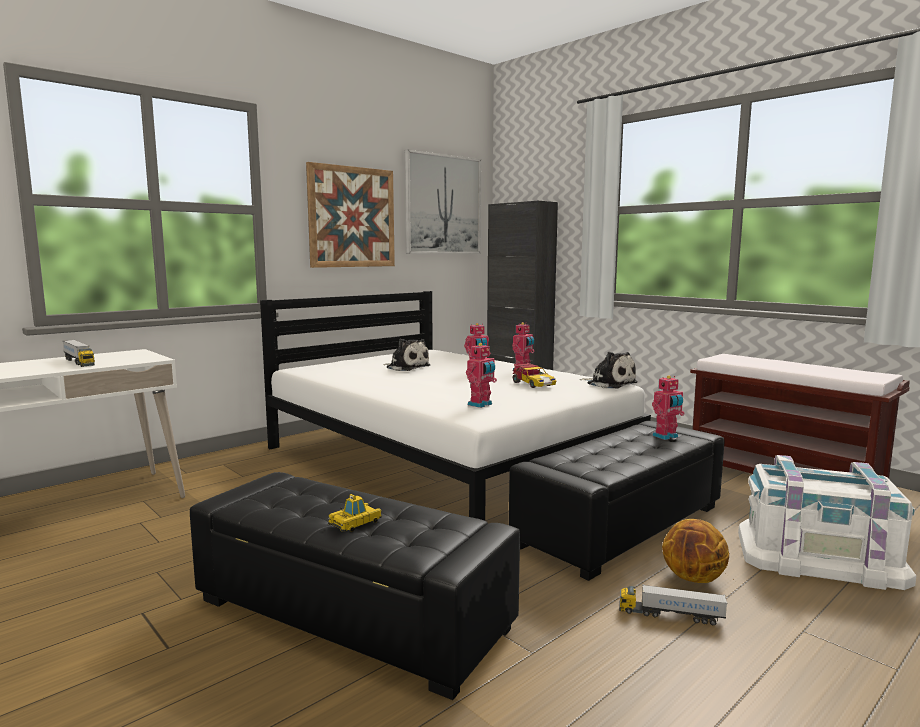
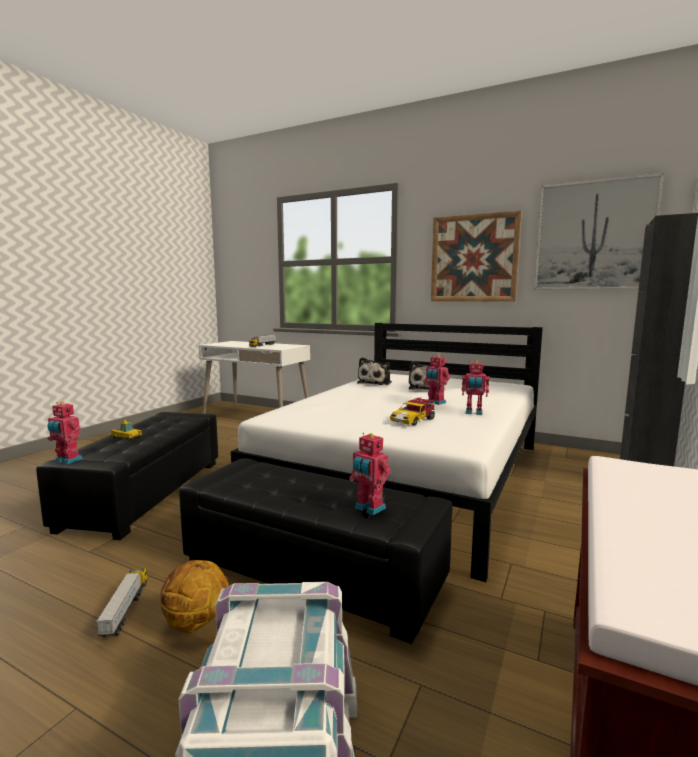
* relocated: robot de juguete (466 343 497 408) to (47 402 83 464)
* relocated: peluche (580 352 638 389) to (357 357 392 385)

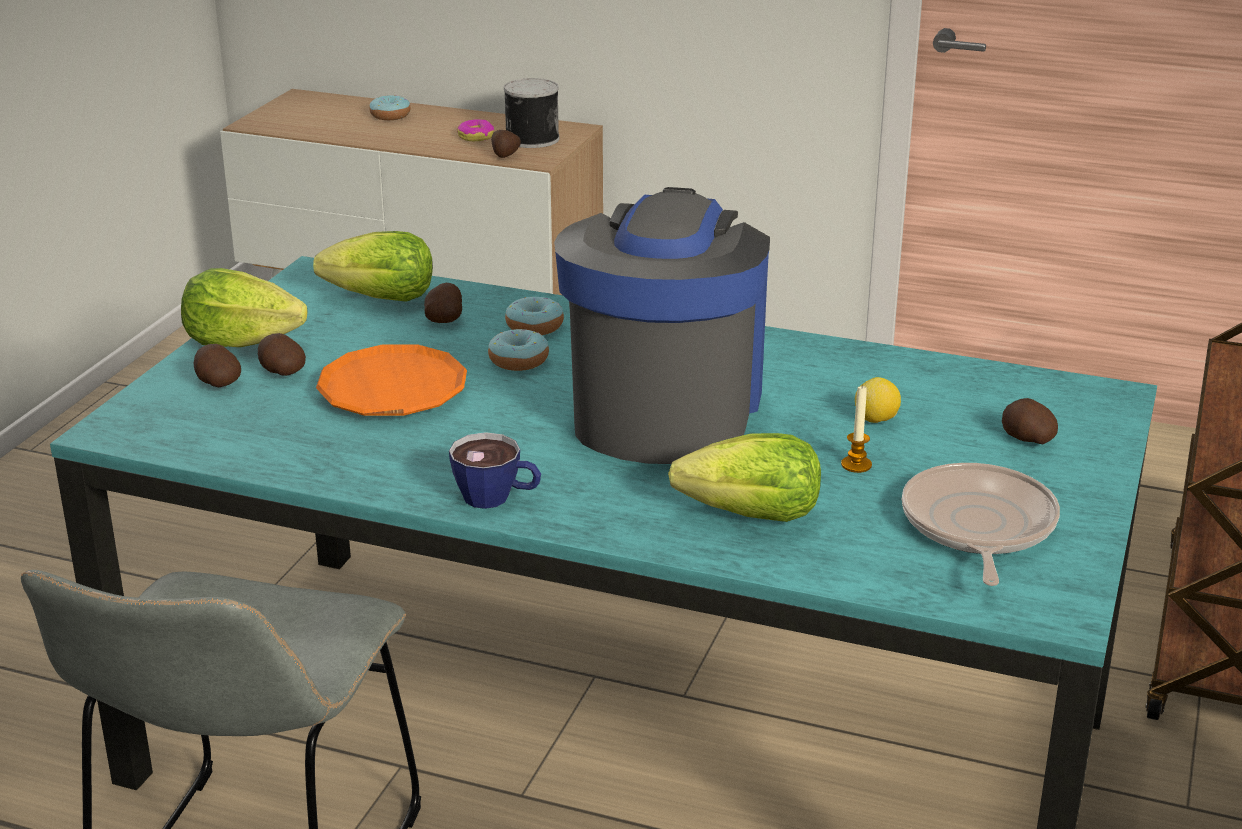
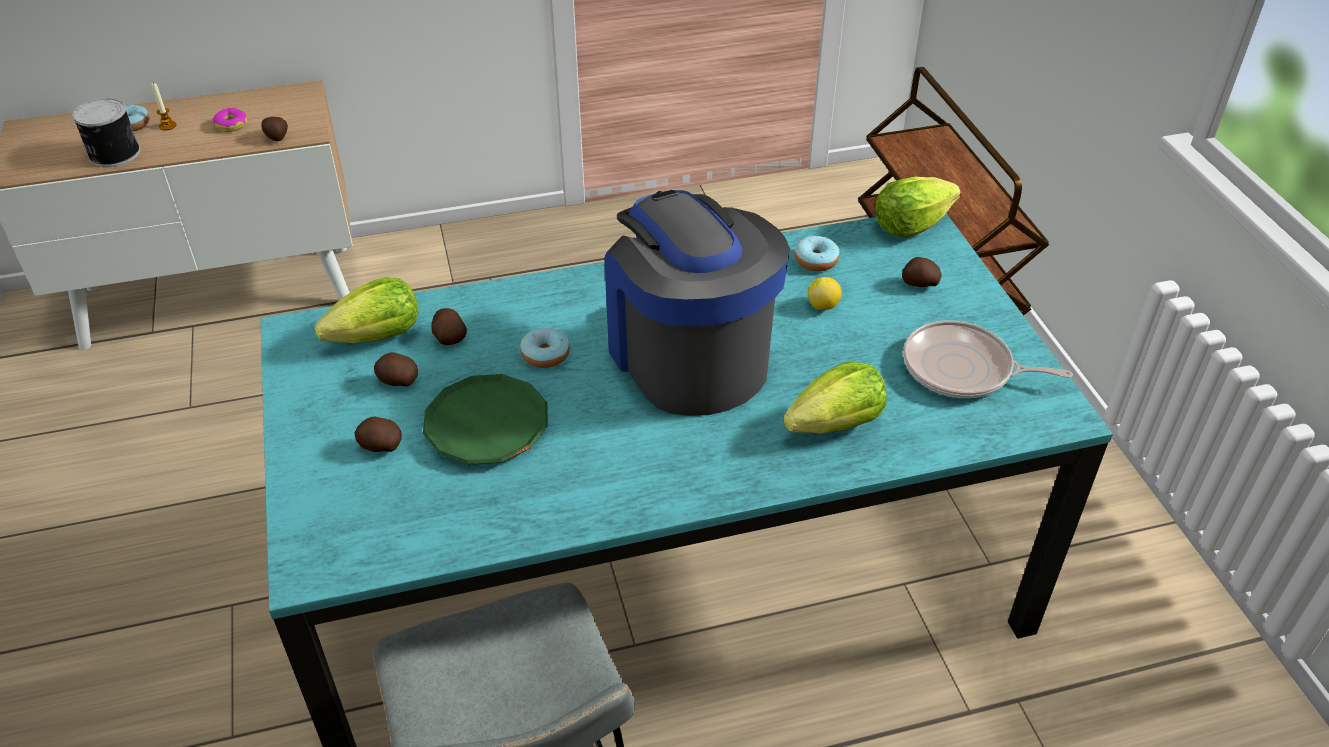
* relocated: lata (504 78 559 148) to (72 98 140 167)
* relocated: vela (841 384 872 473) to (151 82 176 130)
* relocated: patata (193 344 241 387) to (374 352 418 387)
* colour: plato (naranja) (316 345 467 416) to plato (verde) (423 374 548 465)
* relocated: rosquilla (505 297 564 335) to (794 236 840 271)
* relocated: lechuga (181 268 307 347) to (875 177 961 238)
* spun: sartén (902 463 1060 586) = (903 321 1073 398) 45 degrees counterclockwise
* missing: taza (449 432 541 509)

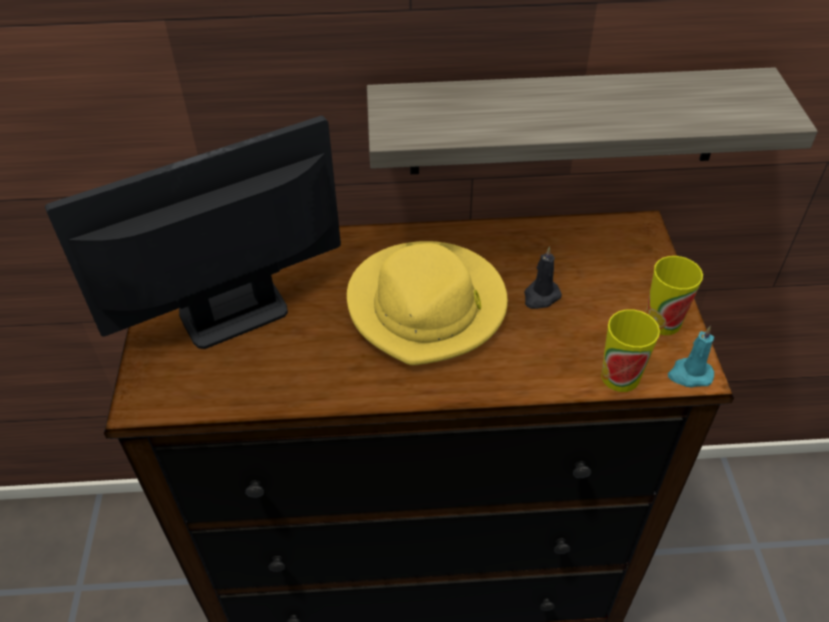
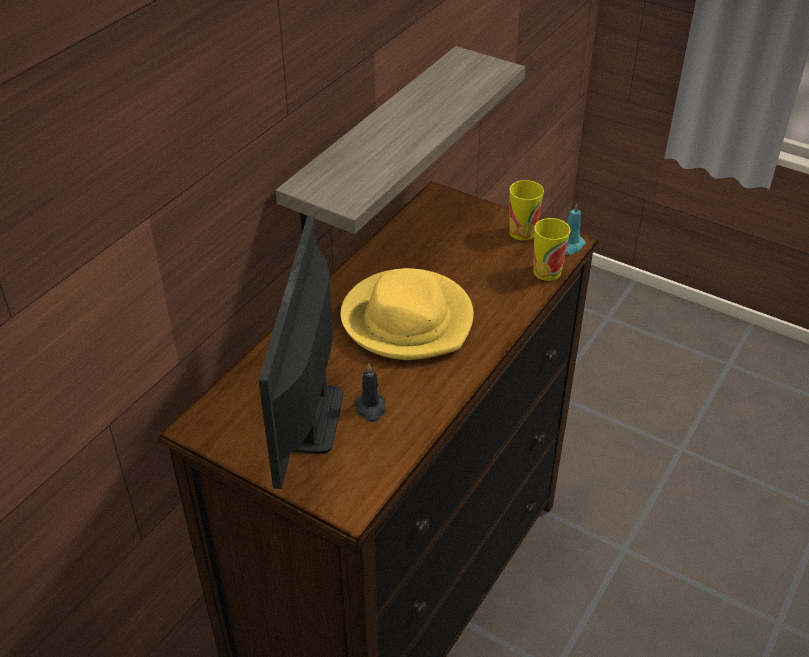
* relocated: vela (negro) (524 247 562 309) to (354 363 386 422)

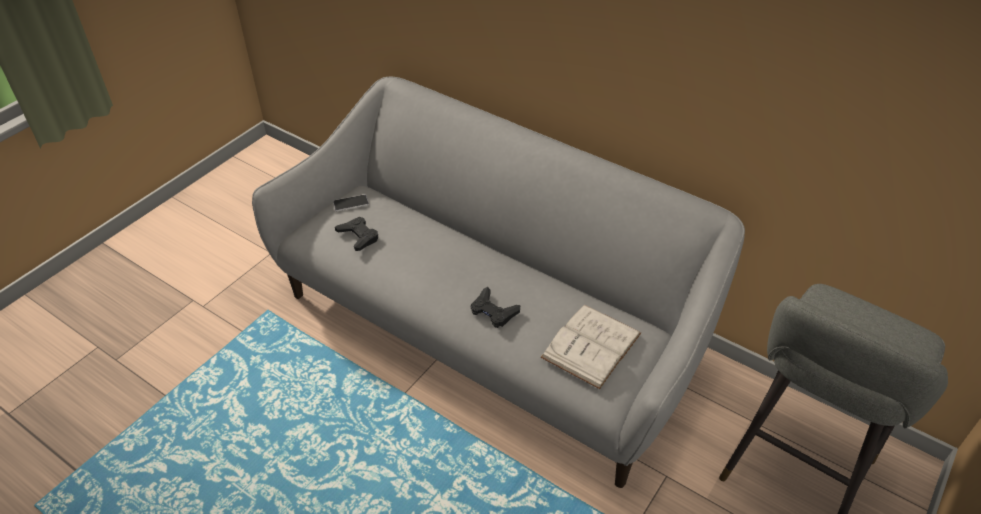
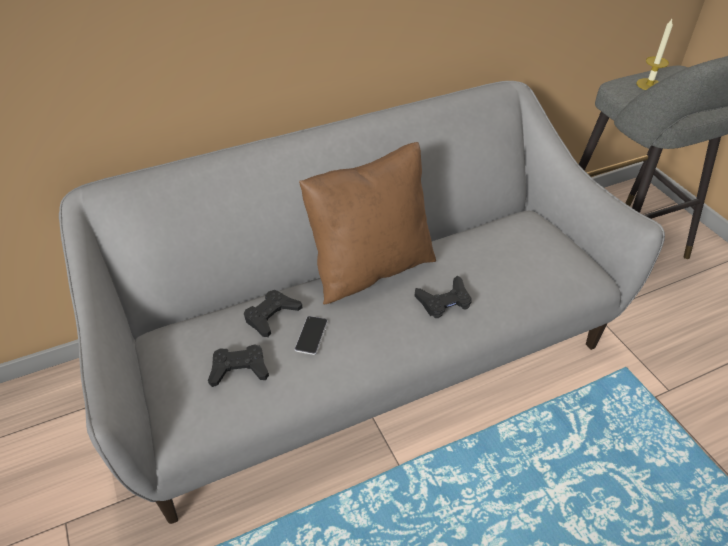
* appeared: mando de consola (negro) (244 290 302 337)
* relocated: móvil (333 195 369 211) to (295 316 328 355)
* appeared: cojín (marrón) (299 142 436 304)
* appeared: vela (637 19 673 90)
* missing: libro (blanco) (540 304 641 389)

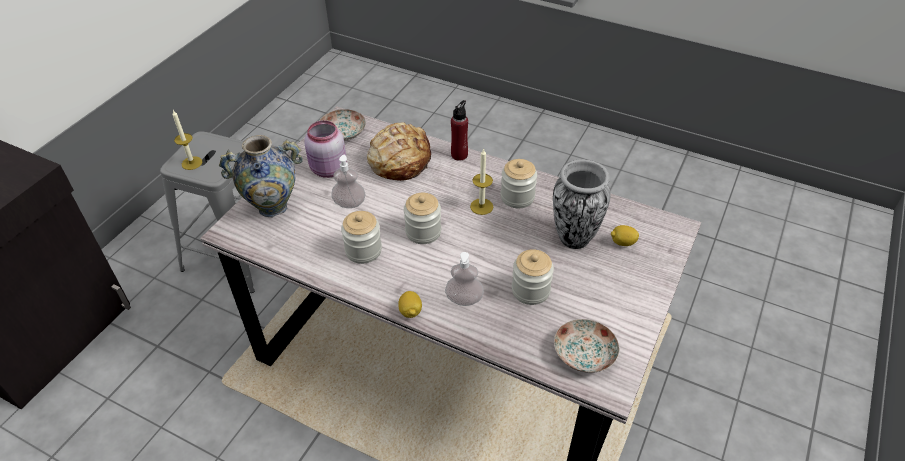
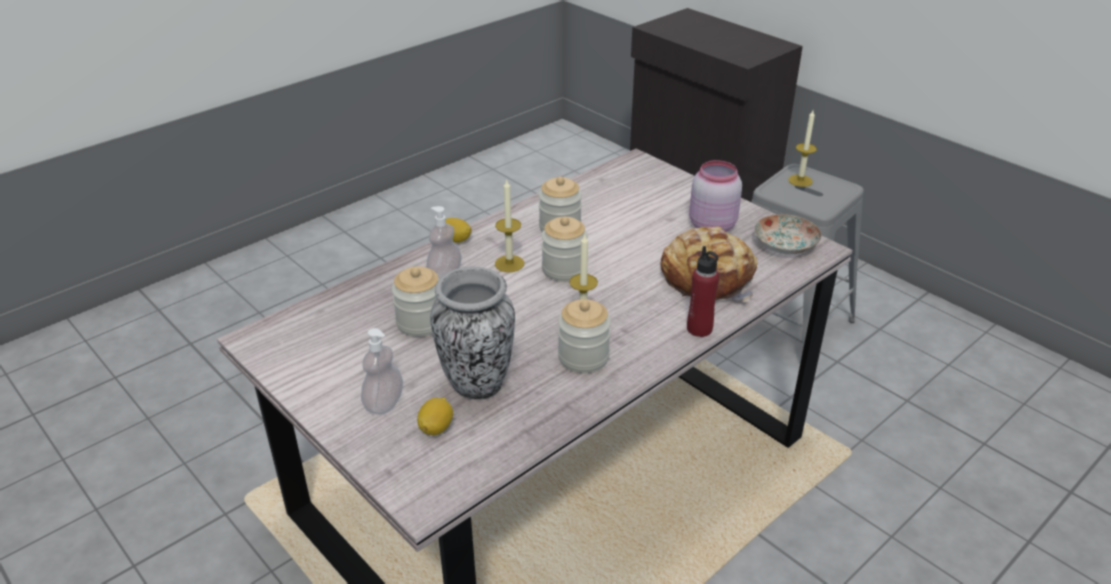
* relocated: dispensador de jabón (331 155 365 208) to (361 328 403 415)
* appeared: vela (495 180 524 272)
* missing: florero (219 135 303 217)
* missing: plato (554 319 620 373)

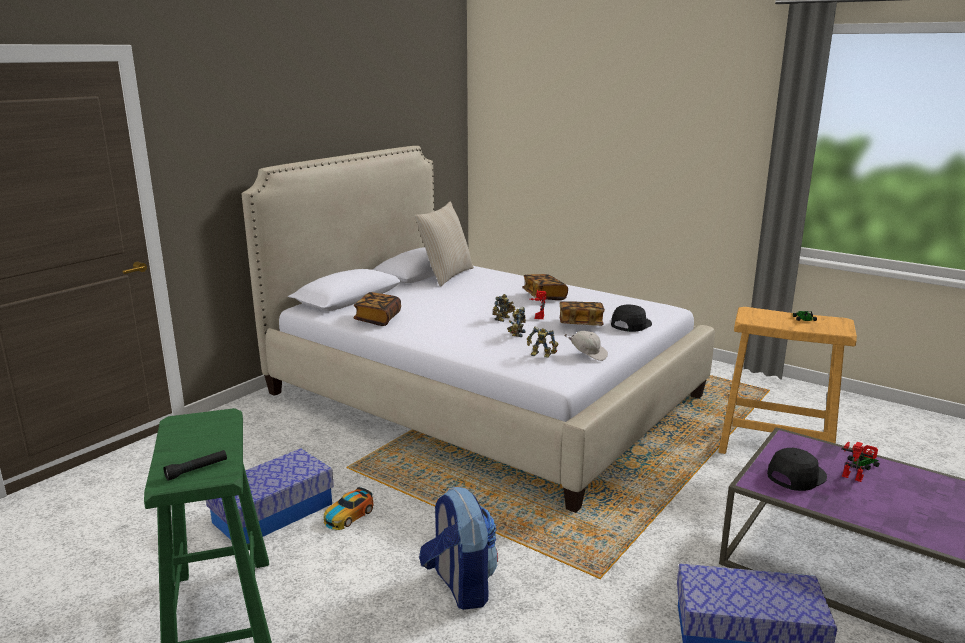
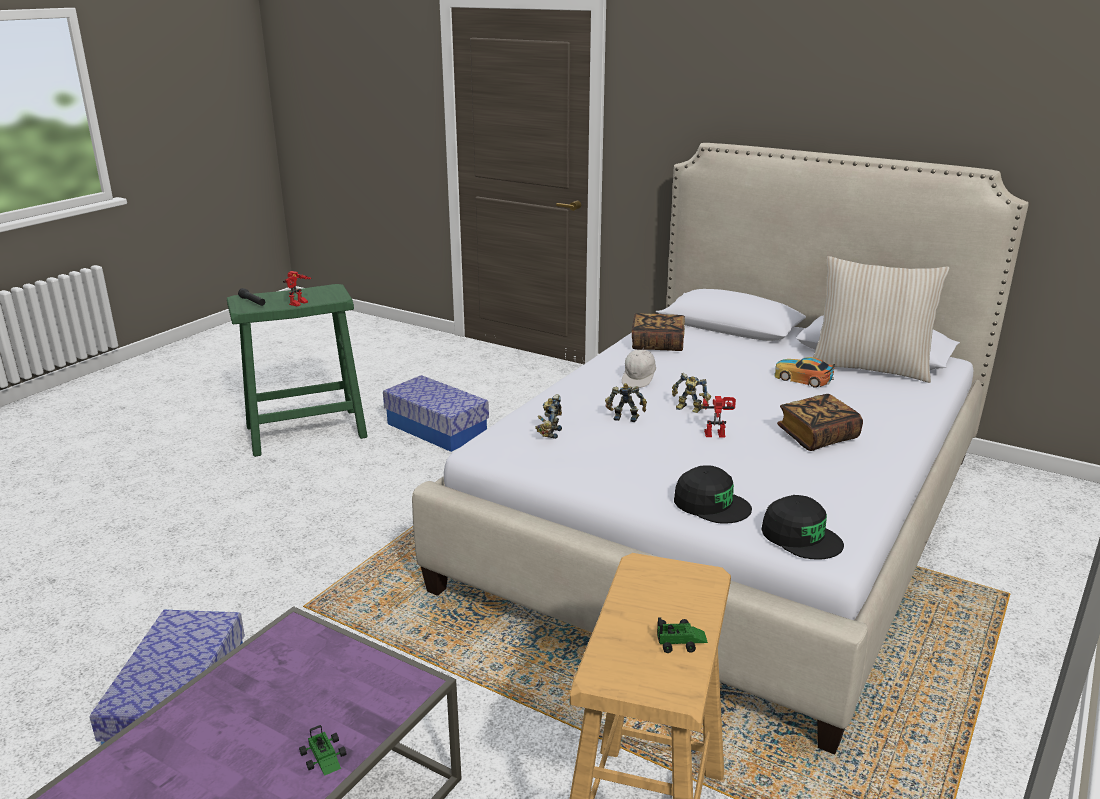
* relocated: robot de juguete (841 442 878 482) to (283 271 312 307)
* relocated: gorra (blanco) (564 331 608 361) to (622 348 656 388)
* relocated: gorra (negro) (767 448 827 491) to (761 495 844 560)
* relocated: coche de juguete (323 487 373 530) to (774 357 835 387)
* missing: mochila (419 487 498 610)
* missing: libro (559 301 605 326)

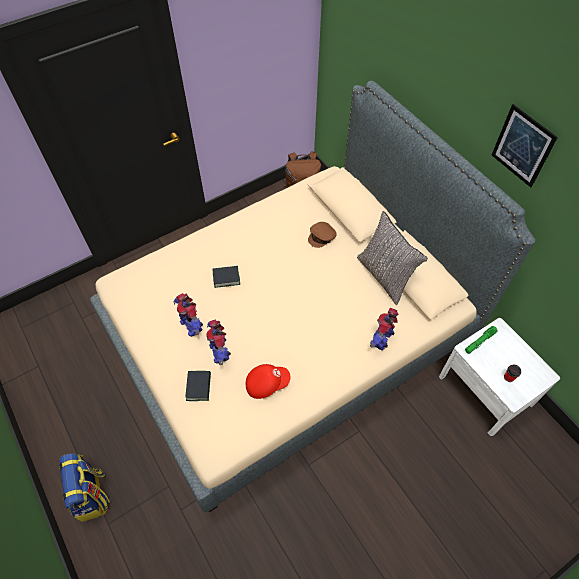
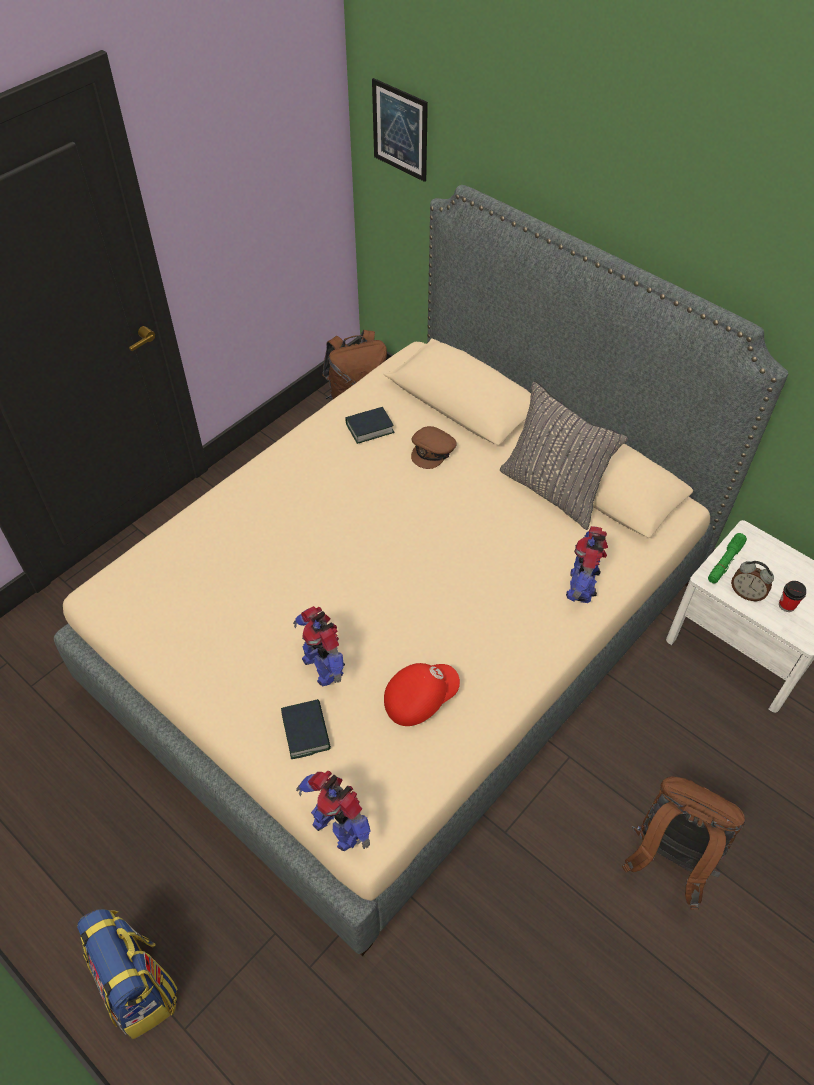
* relocated: robot de juguete (174 293 203 337) to (296 771 370 851)
* relocated: libro (212 266 240 288) to (345 407 395 444)
* relocated: cuadro (492 104 558 187) to (372 78 428 182)
* appeared: mochila (marrón) (622 776 745 910)
* appeared: despertador (731 561 774 601)

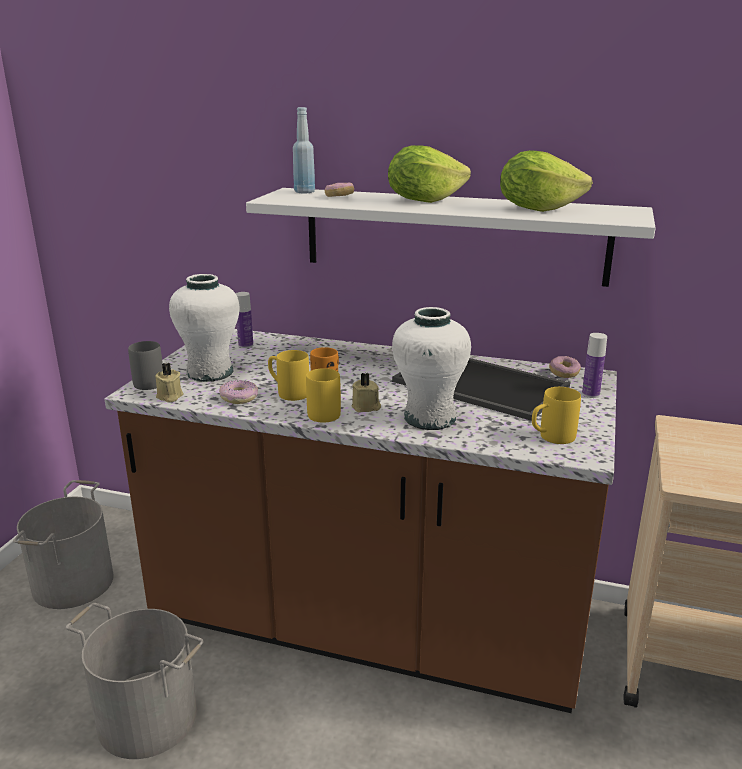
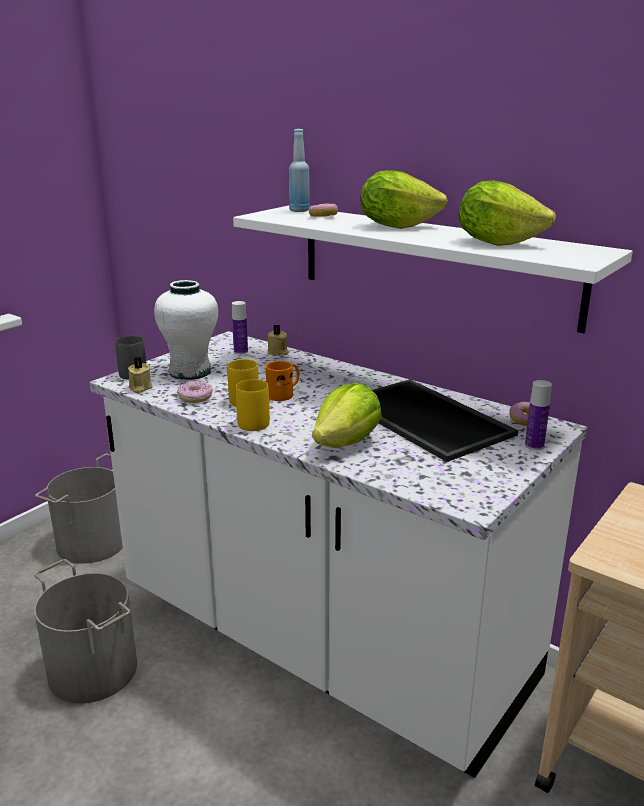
* colour: mueble bajo de cocina (marrón) (105 329 617 713) to mueble bajo de cocina (blanco) (90 331 587 778)
* relocated: vela (beis) (352 373 381 412) to (268 324 289 356)
* exchanged: florero (blanco) (392 307 471 430) to lechuga (312 383 382 448)
* missing: taza grande (amarillo) (532 387 581 444)

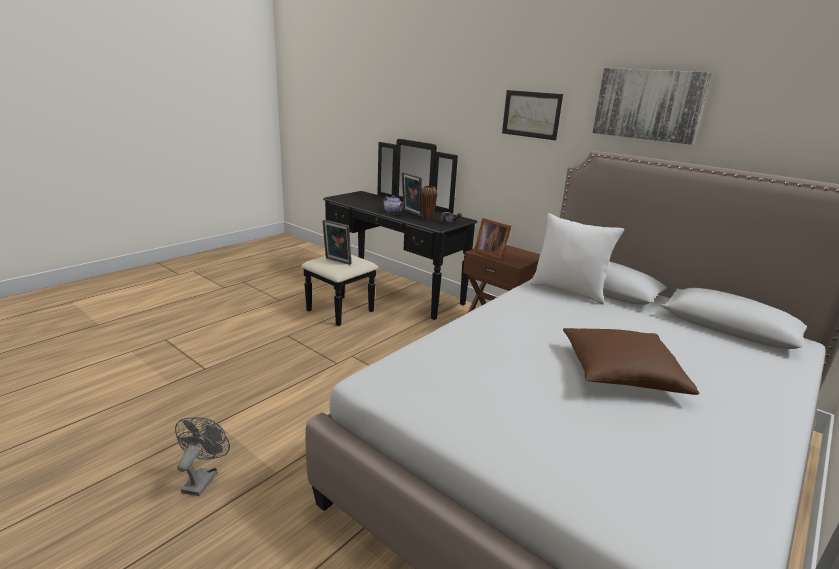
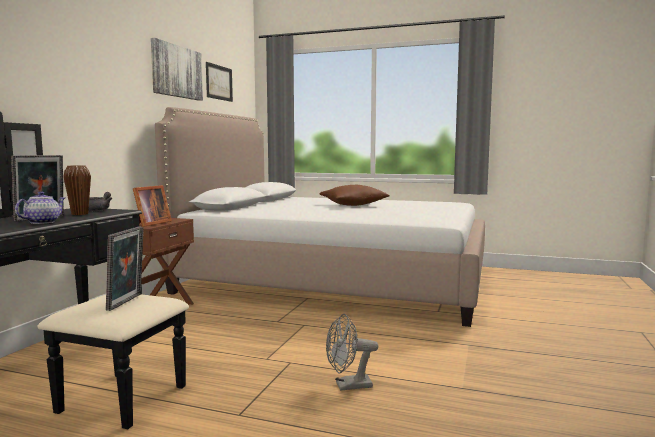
* relocated: cuadro (502 90 563 140) to (206 62 233 102)
* relocated: ventilador (gris) (175 417 230 496) to (326 314 378 391)
* missing: cojín (blanco) (530 213 624 304)

